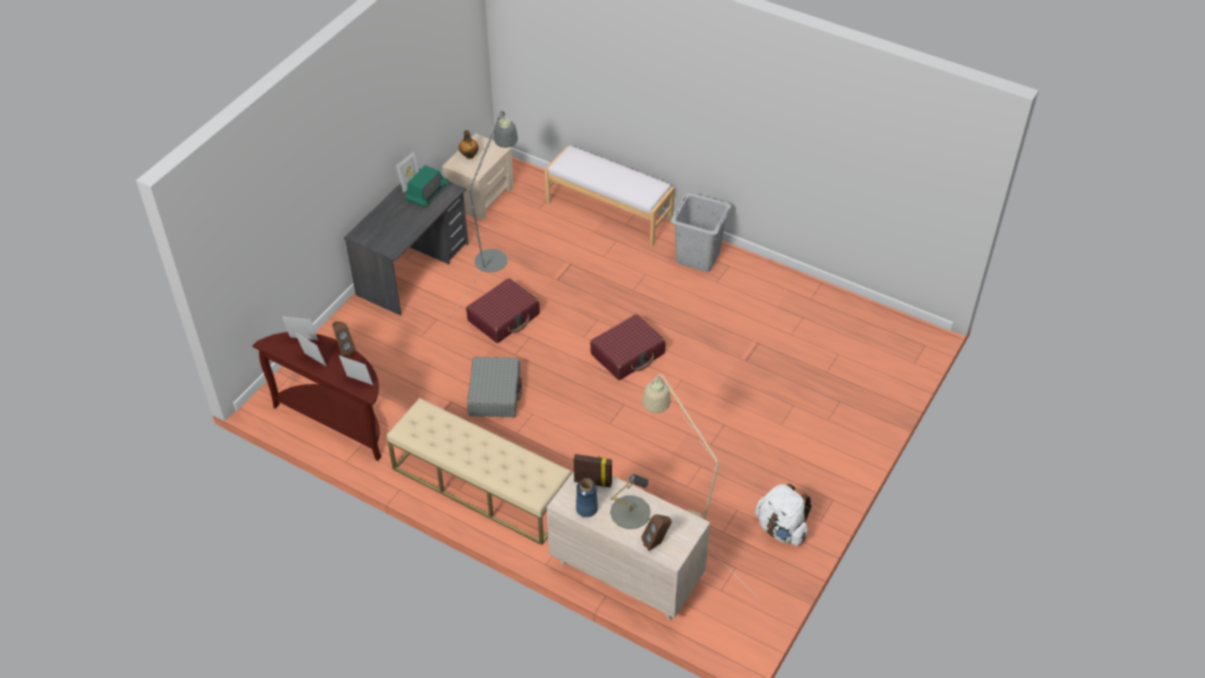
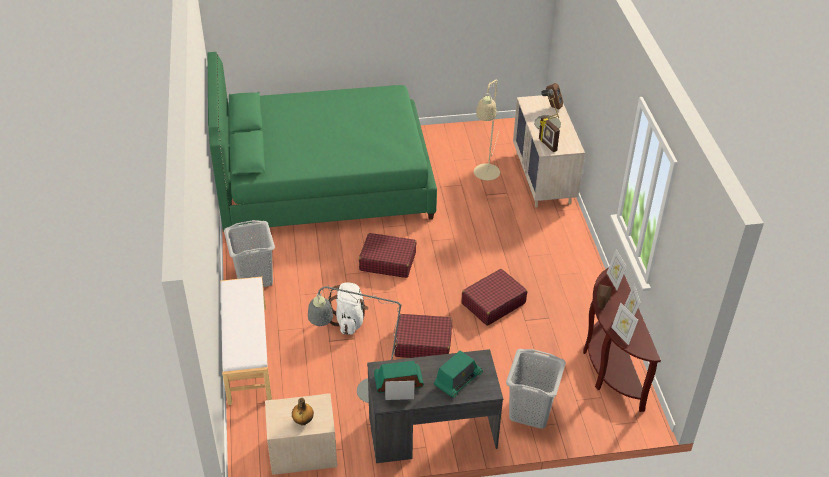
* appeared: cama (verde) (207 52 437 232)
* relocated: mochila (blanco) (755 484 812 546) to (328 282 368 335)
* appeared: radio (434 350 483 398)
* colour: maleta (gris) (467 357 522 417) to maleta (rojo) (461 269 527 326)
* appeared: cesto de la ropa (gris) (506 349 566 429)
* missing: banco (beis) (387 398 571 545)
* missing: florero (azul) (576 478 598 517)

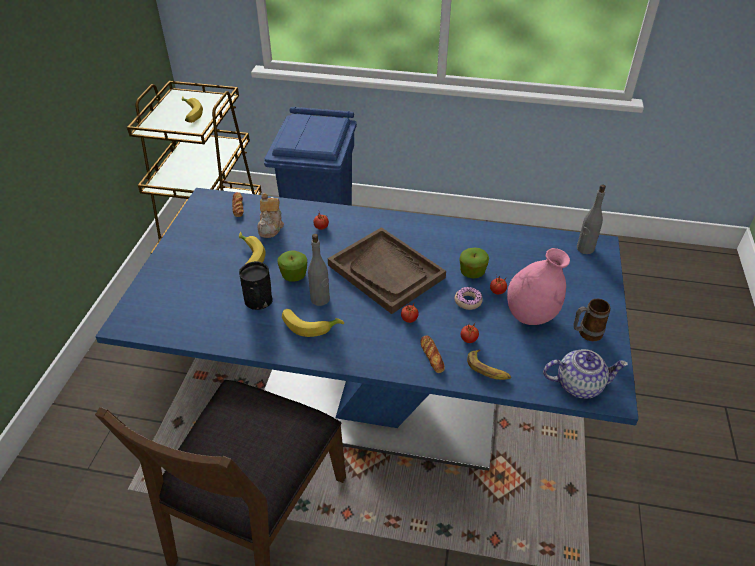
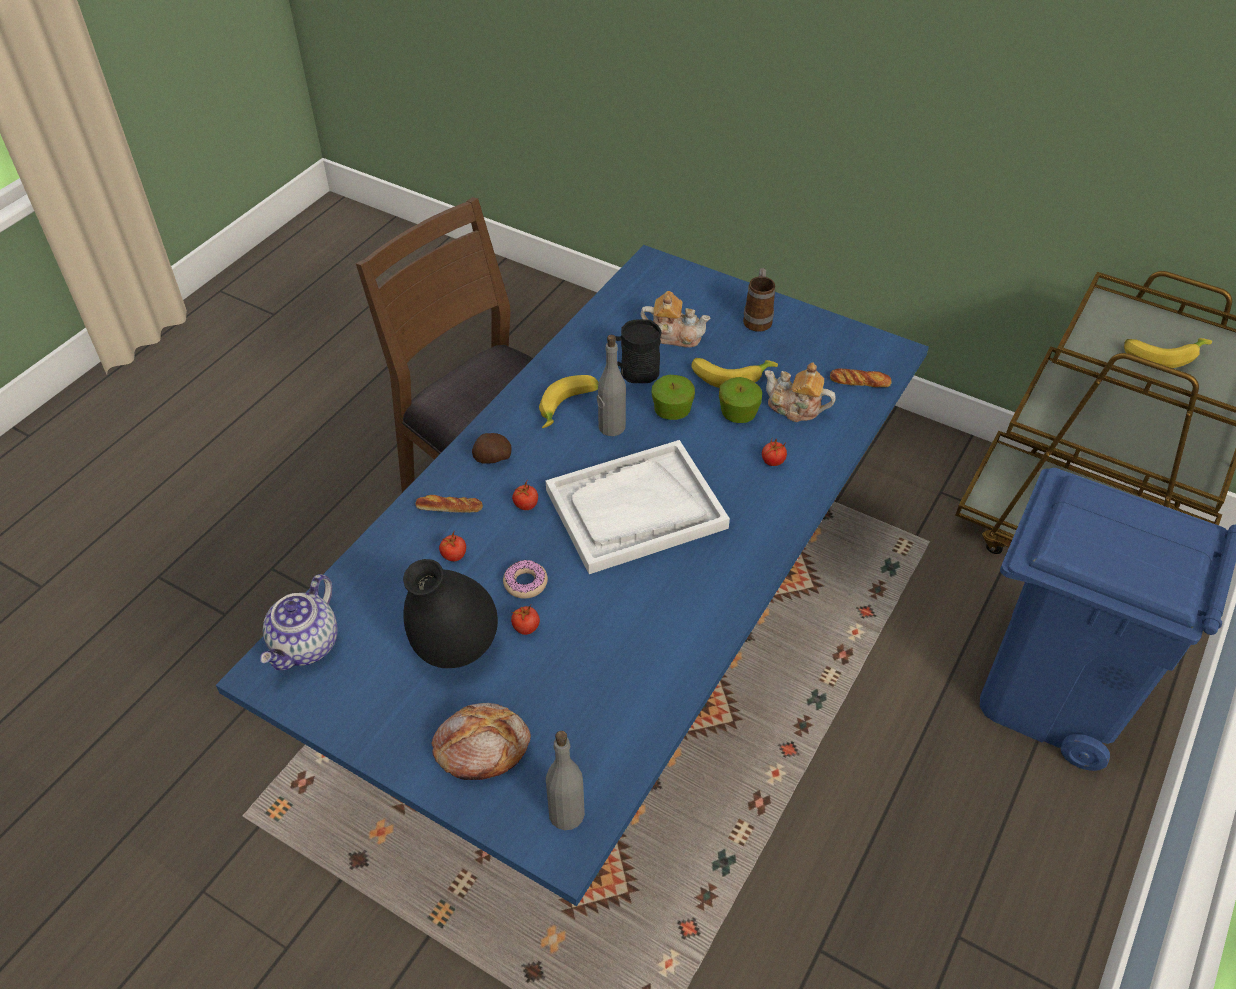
* colour: florero (rosa) (507 248 570 325) to florero (negro) (403 559 498 668)
* appeared: pan (432 703 531 780)
* appeared: patata (472 433 511 464)
* colour: bandeja (marrón) (328 227 446 314) to bandeja (blanco) (546 440 730 574)
* appeared: tetera (641 291 711 348)
* relocated: manzana (459 248 489 279) to (719 377 762 423)
* relocated: taza grande (573 299 610 341) to (743 268 775 332)
* missing: plátano (467 349 511 380)

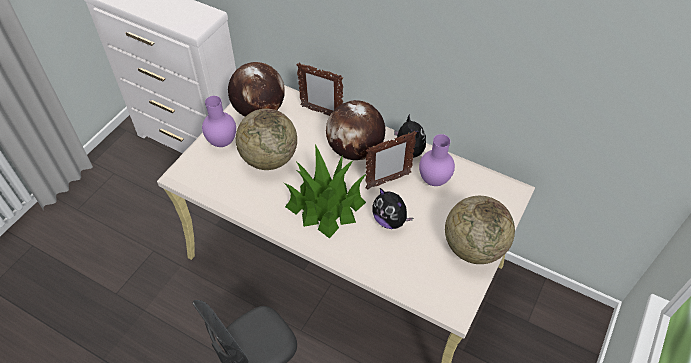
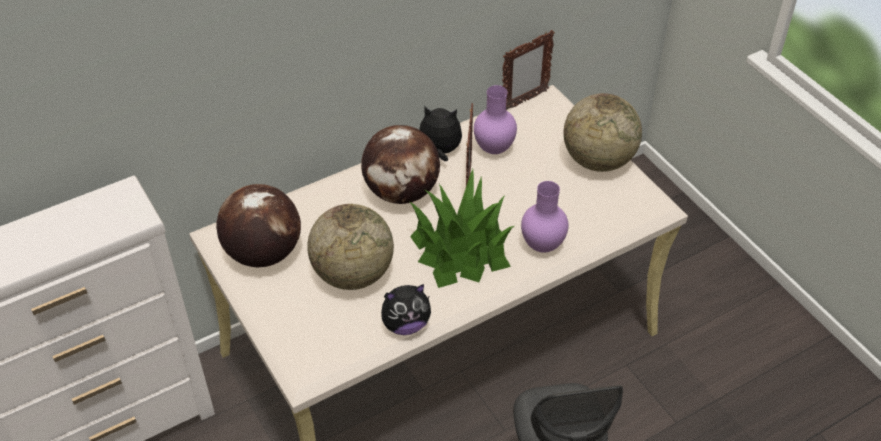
* relocated: peluche (372 188 413 229) to (381 284 431 335)
* relocated: portarretratos (296 63 343 116) to (502 30 555 110)
* relocated: florero (morado) (202 96 236 147) to (521 181 568 253)

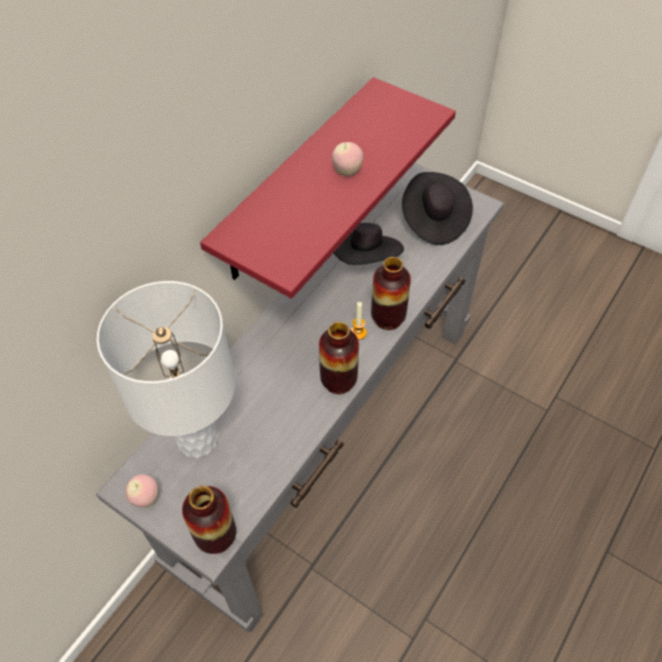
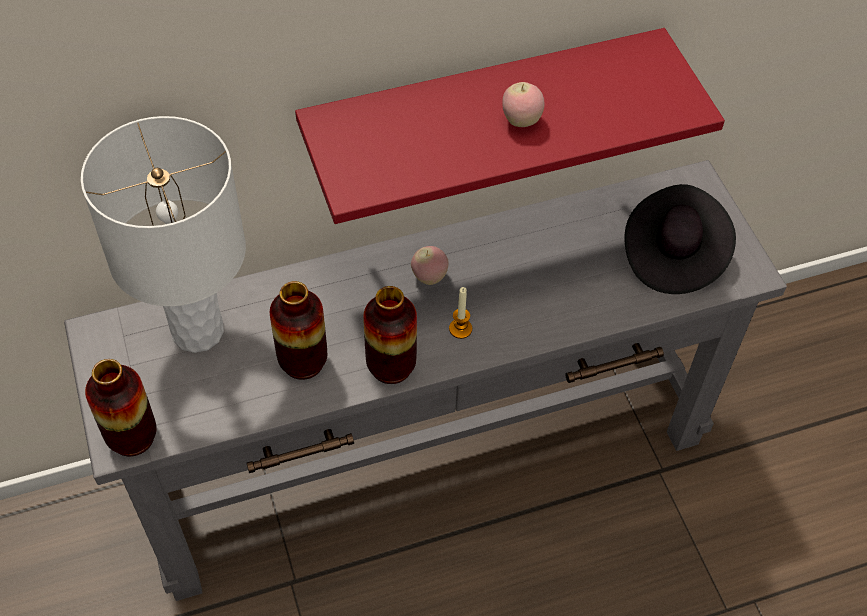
* relocated: florero (371 257 411 330) to (270 281 327 380)
* relocated: manzana (125 474 159 507) to (411 246 449 285)
* missing: sombrero (negro) (334 223 404 265)

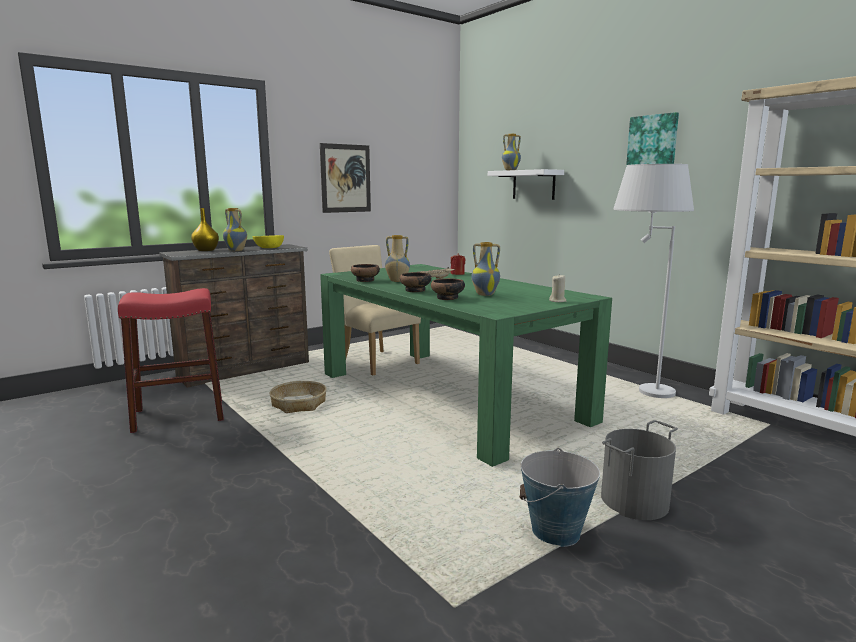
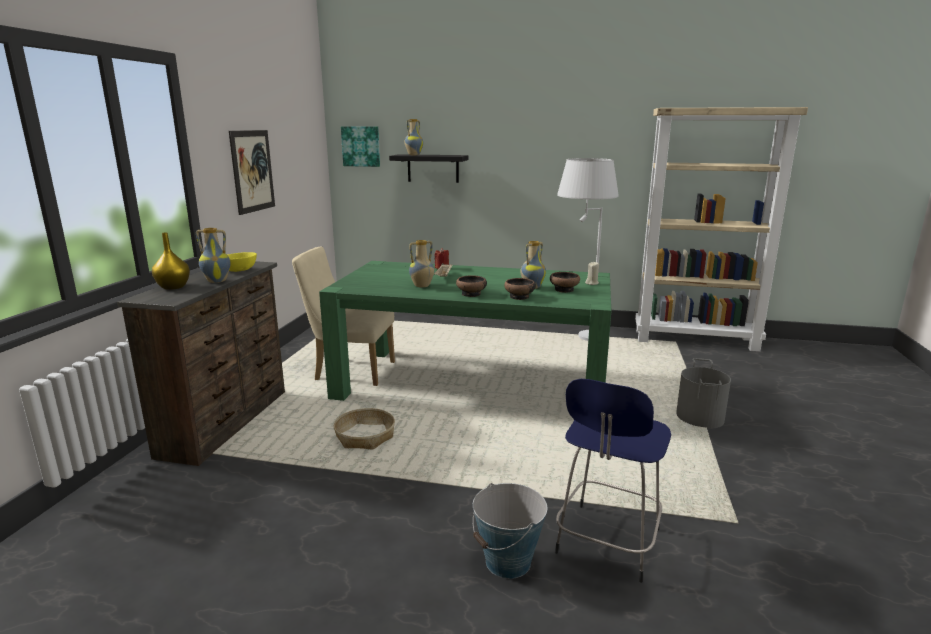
* relocated: cuadro (626 112 679 165) to (341 126 380 167)
* colour: estante (blanco) (488 169 564 200) to estante (negro) (389 154 468 183)
* relocated: cubo (520 448 600 547) to (473 483 547 579)
* relocated: cuenco (351 264 380 282) to (550 272 580 293)
* appeared: taburete (azul) (555 379 671 583)
* missing: taburete (rojo) (118 288 224 433)

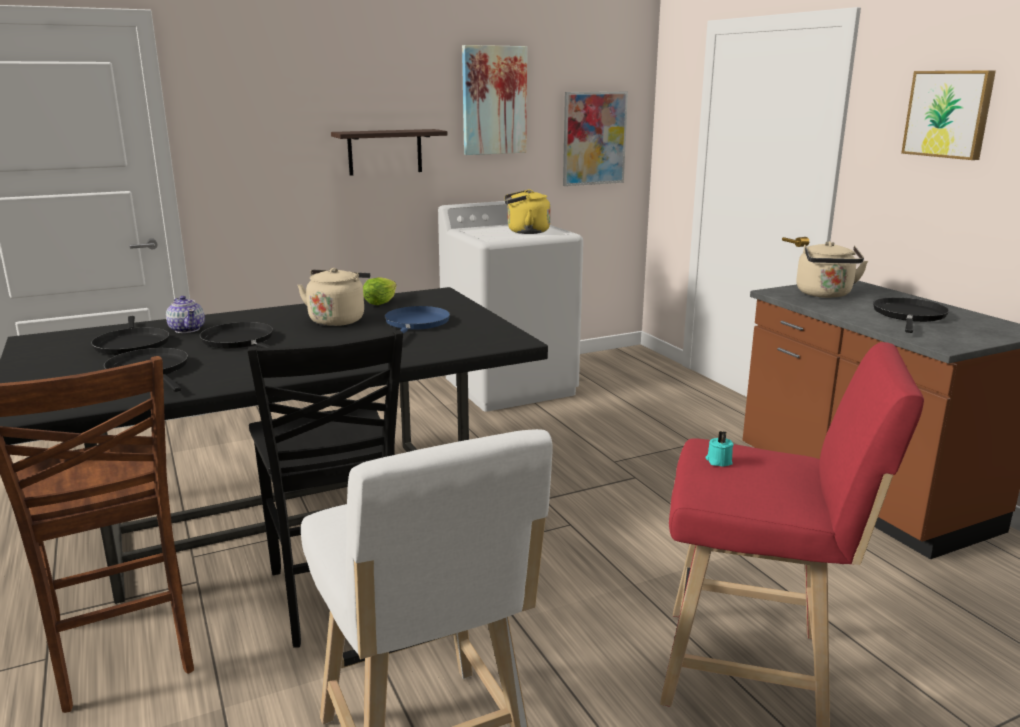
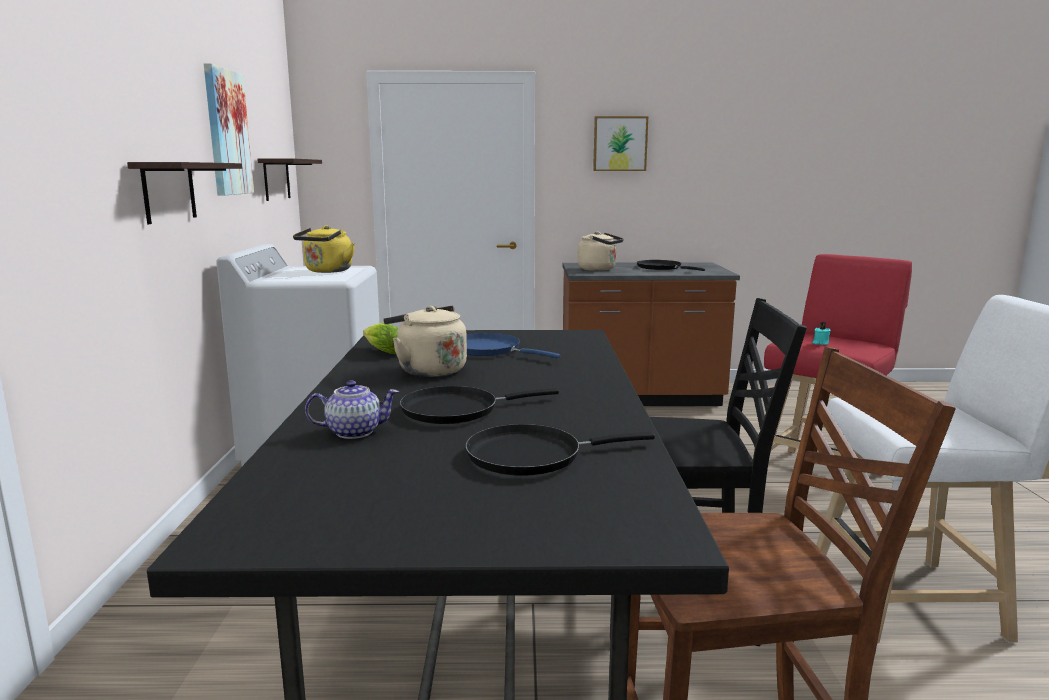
* exchanged: cuadro (563 92 628 186) to estante (257 158 322 201)
* missing: sartén (negro) (91 316 169 355)

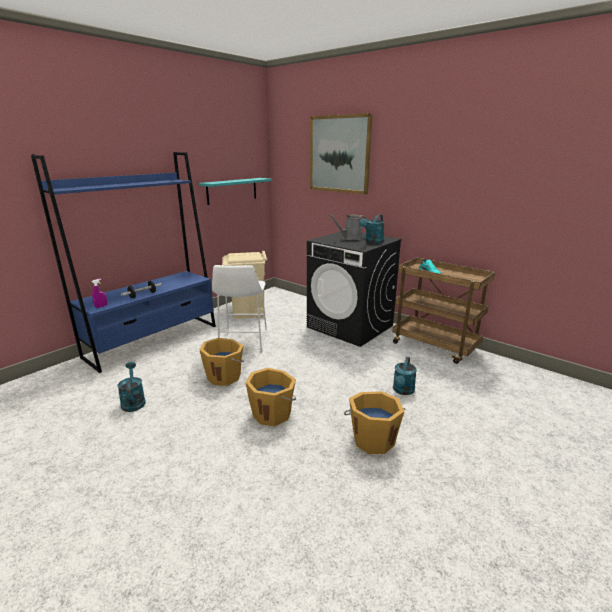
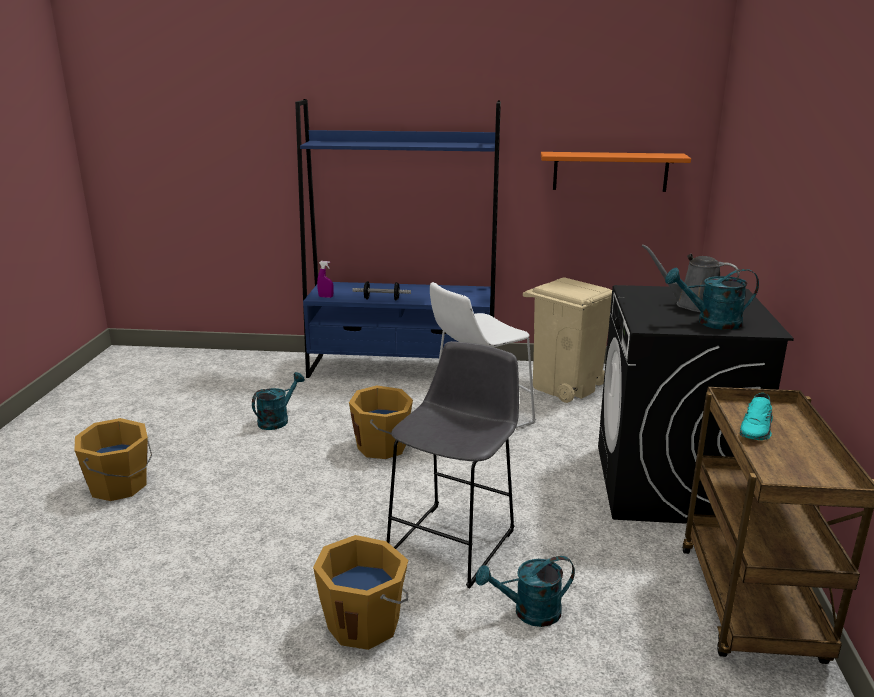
* relocated: cubo (naranja) (246 368 296 426) to (74 418 152 501)
* appeared: taburete (gris) (387 341 519 588)
* colour: estante (turquesa) (199 178 272 205) to estante (naranja) (541 152 691 192)
* missing: cuadro (310 113 373 194)

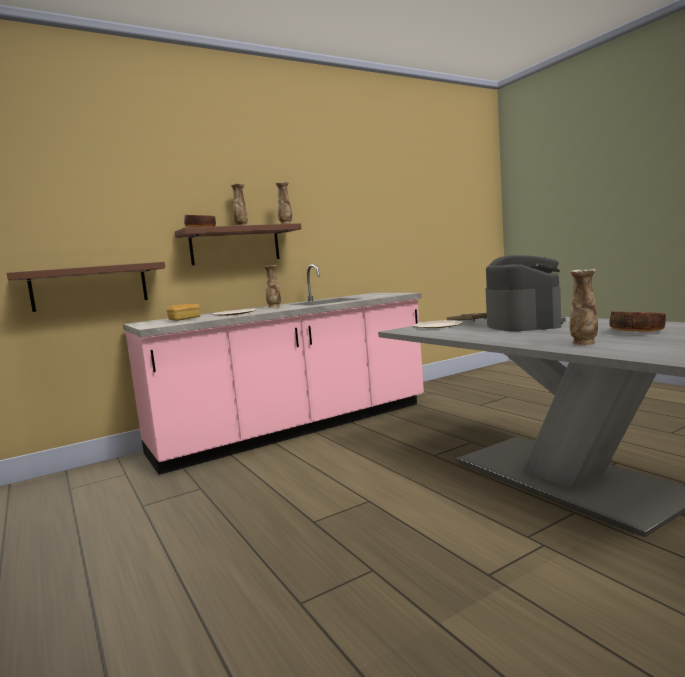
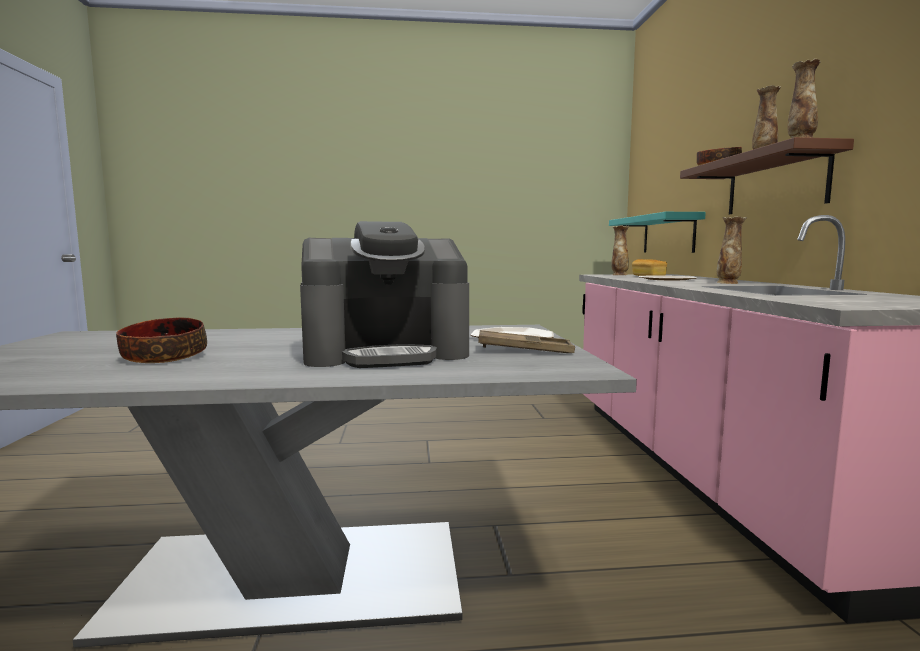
* spun: cafetera (485 255 566 331) = (300 221 469 368) 45 degrees counterclockwise
* colour: estante (marrón) (7 262 165 312) to estante (turquesa) (609 212 706 253)
* relocated: florero (570 269 598 345) to (611 226 629 275)

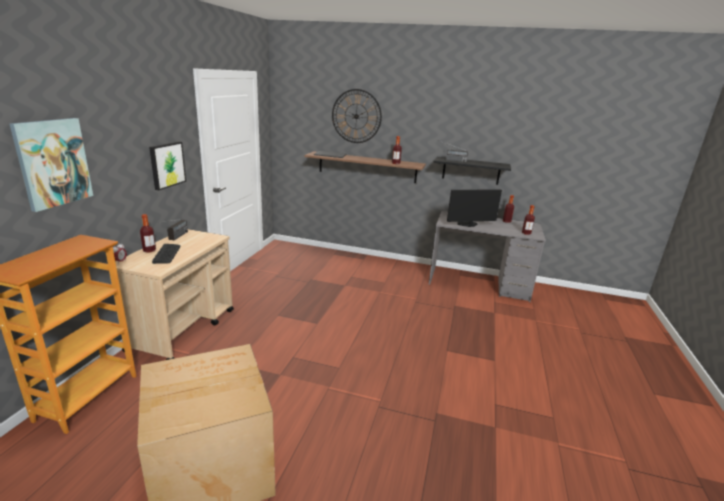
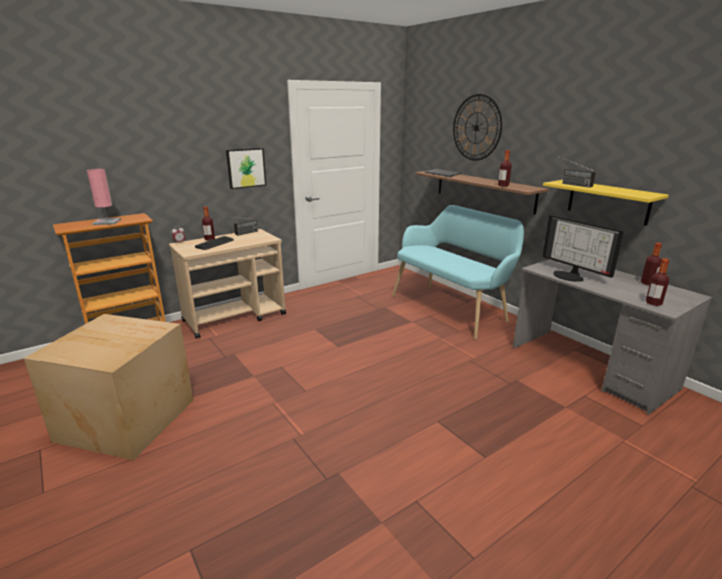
* appeared: lámpara de mesa (rosa) (87 169 121 225)
* appeared: banco (turquesa) (392 205 524 340)
* spun: monitor (447 190 502 227) = (542 215 624 282) 150 degrees counterclockwise
* colour: estante (negro) (434 157 511 185) to estante (amarillo) (543 180 669 226)
* missing: cuadro (10 118 93 212)

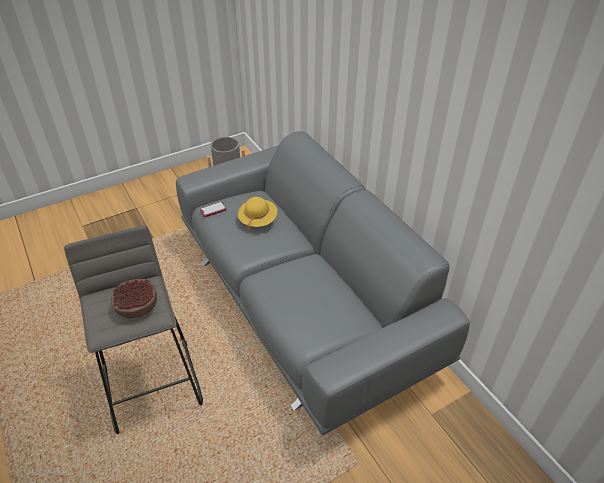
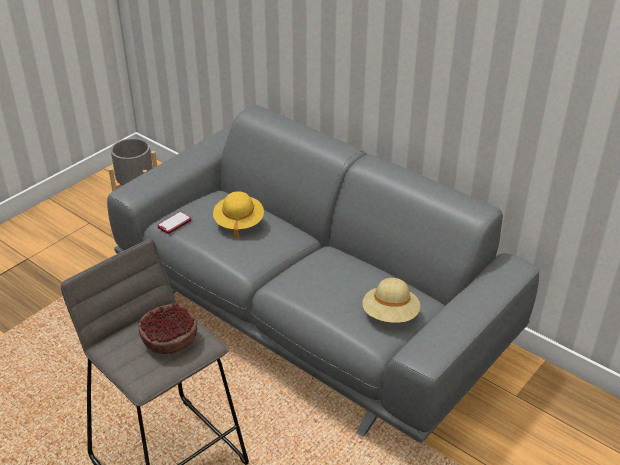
* appeared: sombrero (beis) (362 278 420 323)

